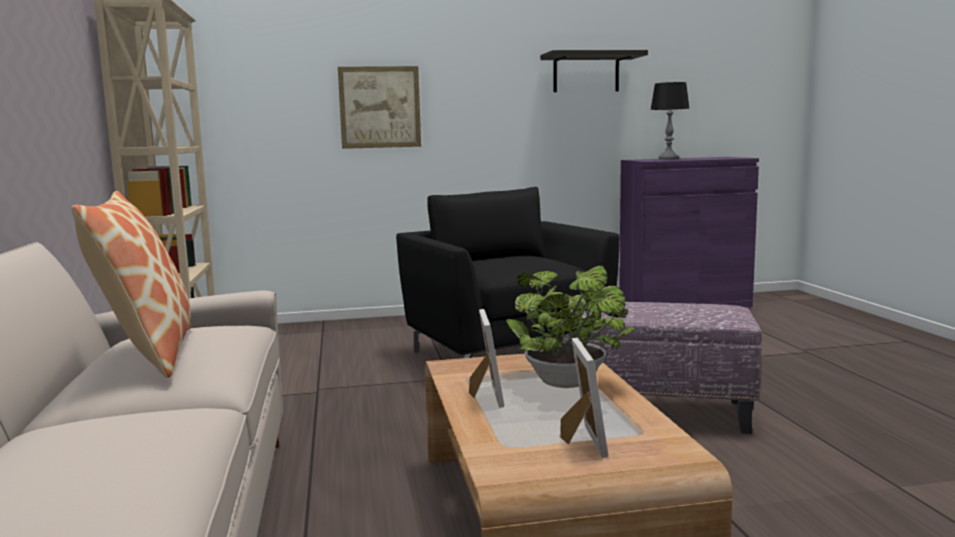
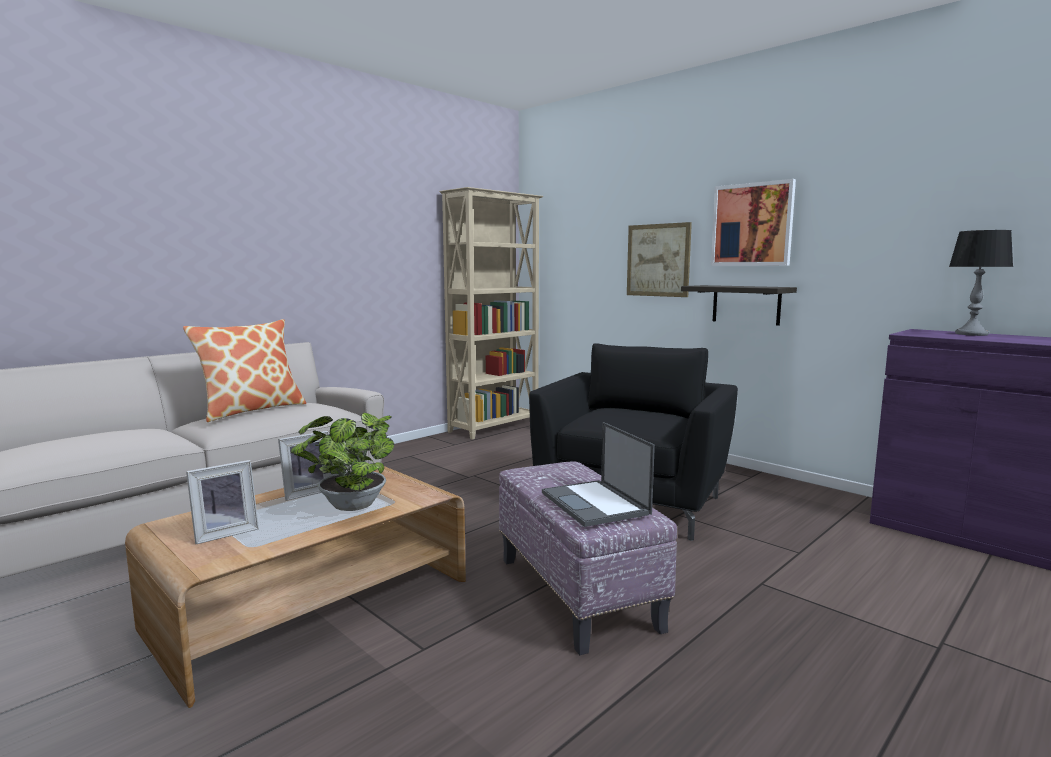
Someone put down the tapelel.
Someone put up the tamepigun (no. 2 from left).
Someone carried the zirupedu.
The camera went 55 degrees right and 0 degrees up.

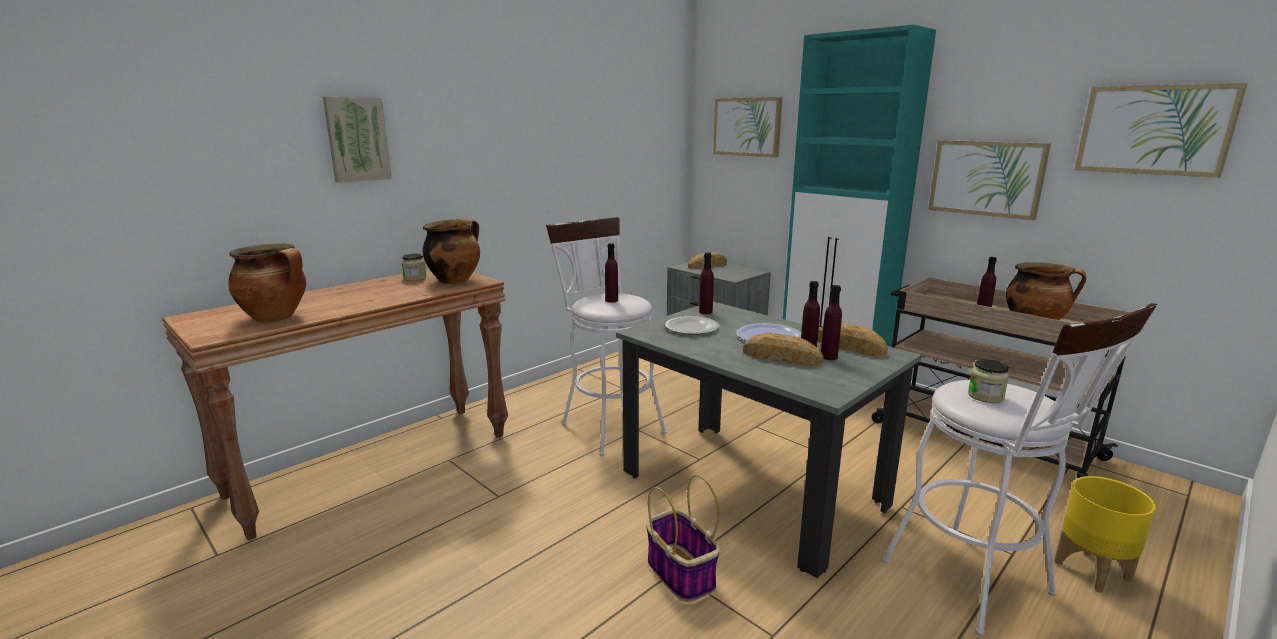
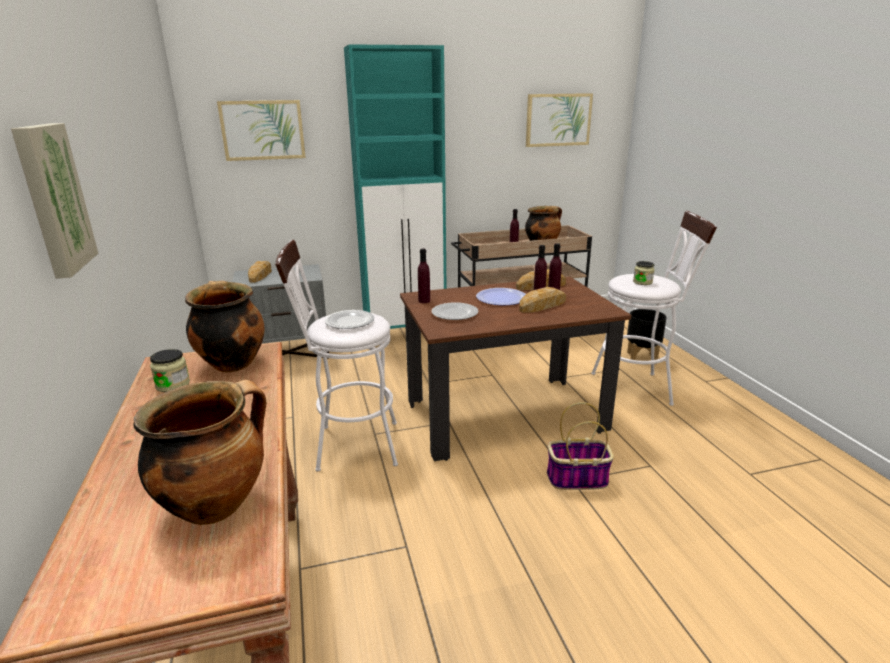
Someone took away the tamepigun (no. 3 from left).
Someone swapped the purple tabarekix (no. 1 from left) for the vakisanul (no. 1 from left).
Someone repainted the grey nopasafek, which became the brown nopasafek.
Someone repainted the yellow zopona, which became the black zopona.
The camera went 60 degrees left and 5 degrees up.

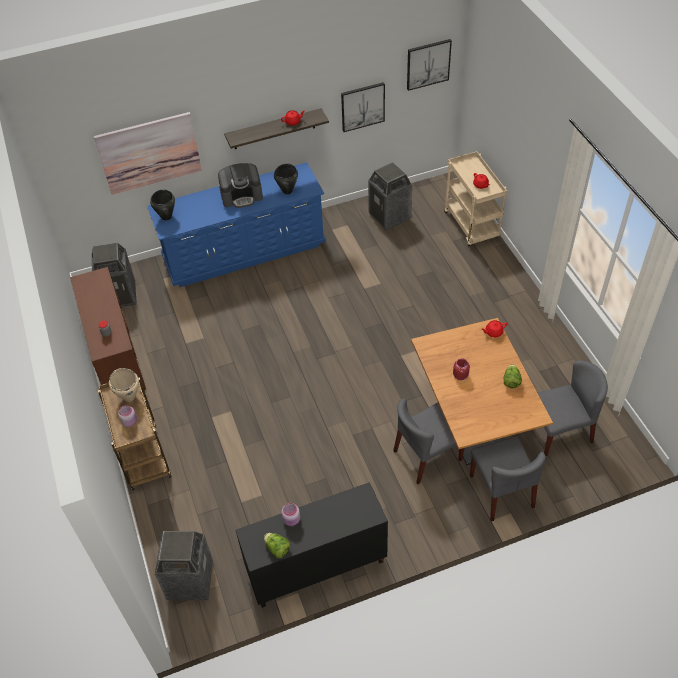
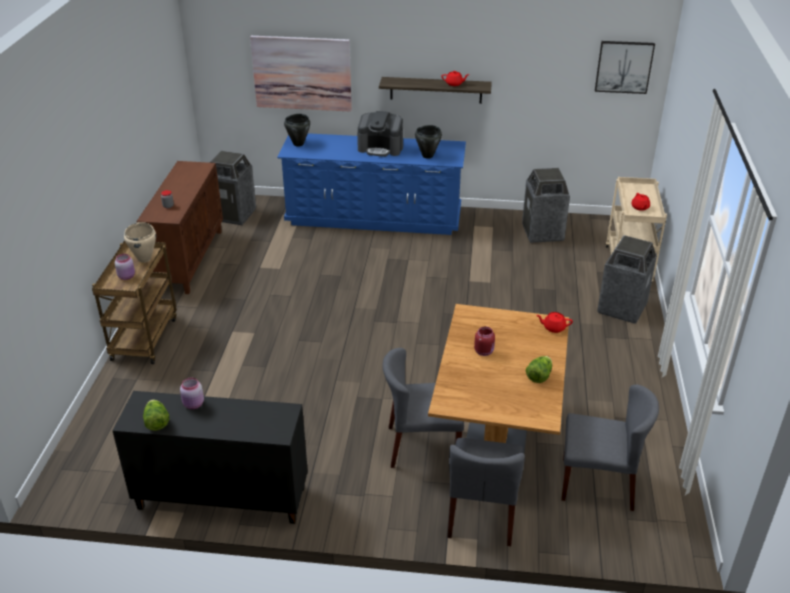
Someone took away the tamepigun (no. 2 from left).
Someone carried the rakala (no. 2 from left in the first image).
The camera went 25 degrees right and 15 degrees down.

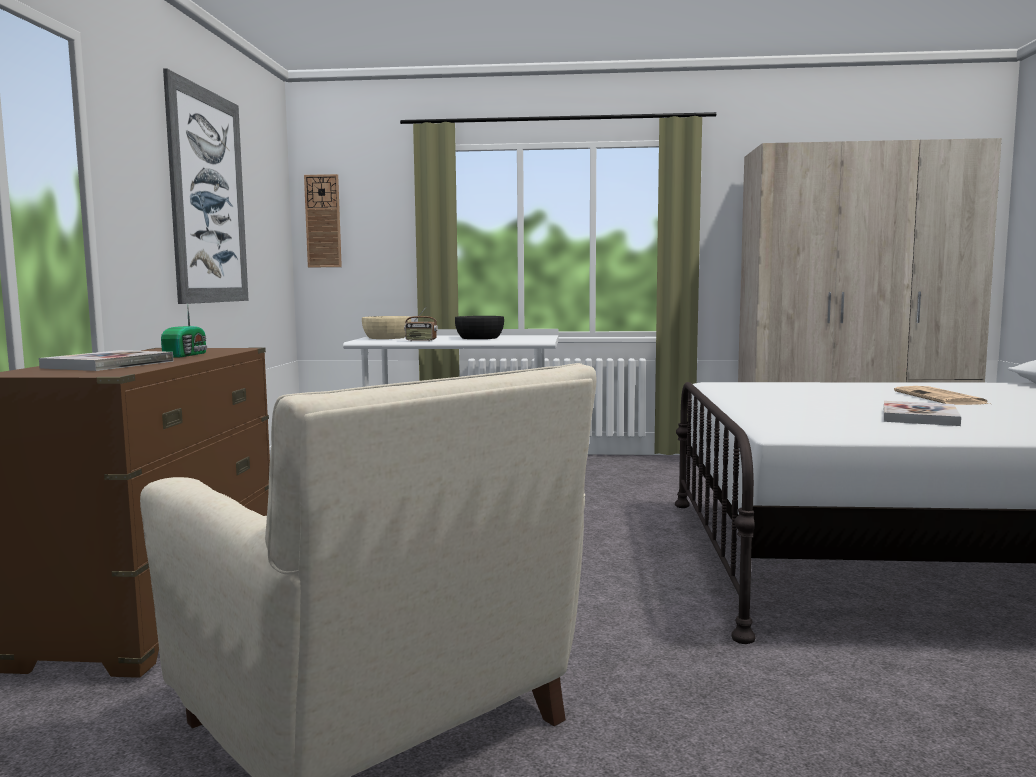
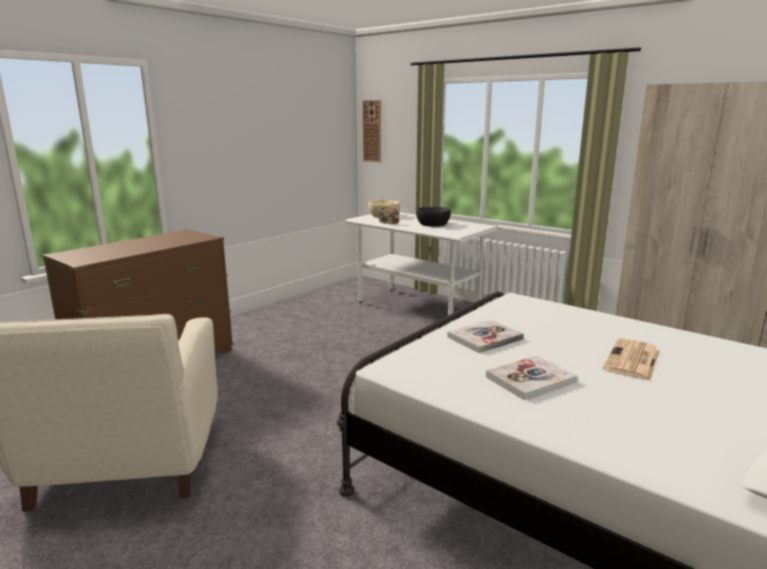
Someone took away the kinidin (no. 1 from left).
Someone took away the tamepigun.
Someone carried the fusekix (no. 1 from left).
The camera went 35 degrees right and 10 degrees up.

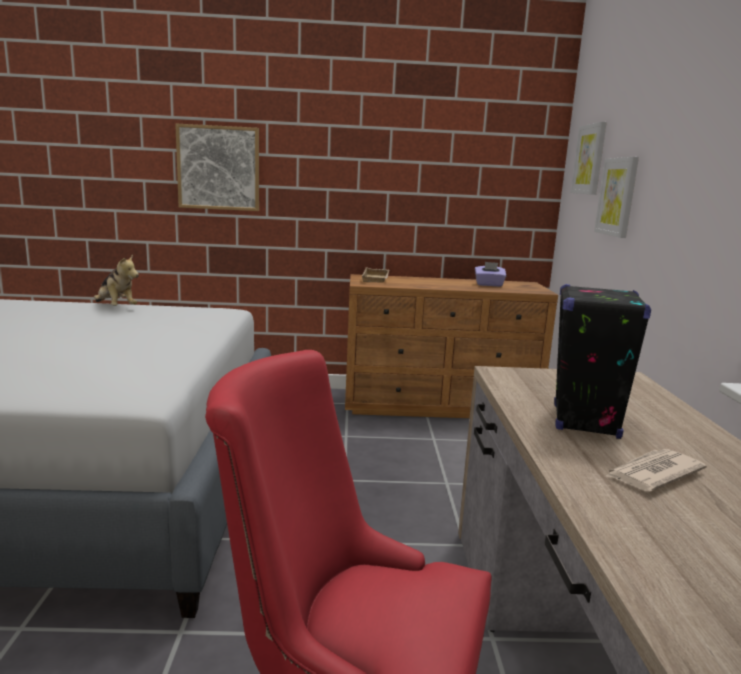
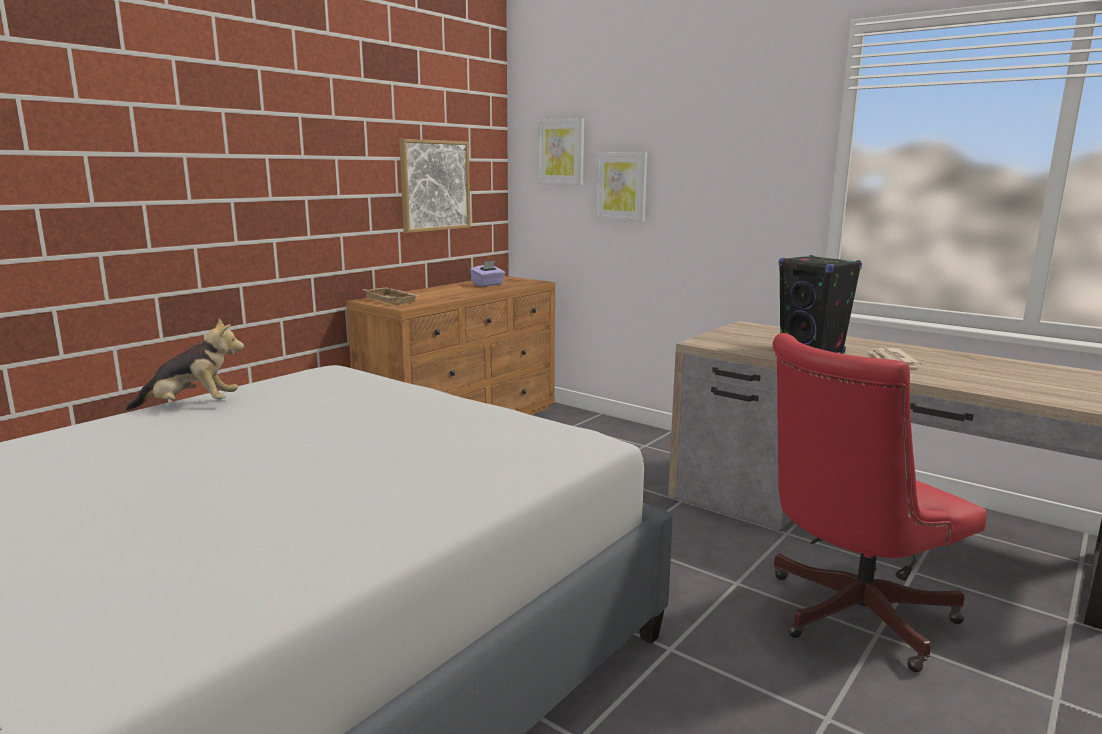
Someone carried the tamepigun (no. 1 from left).
The camera went 50 degrees left and 0 degrees up.

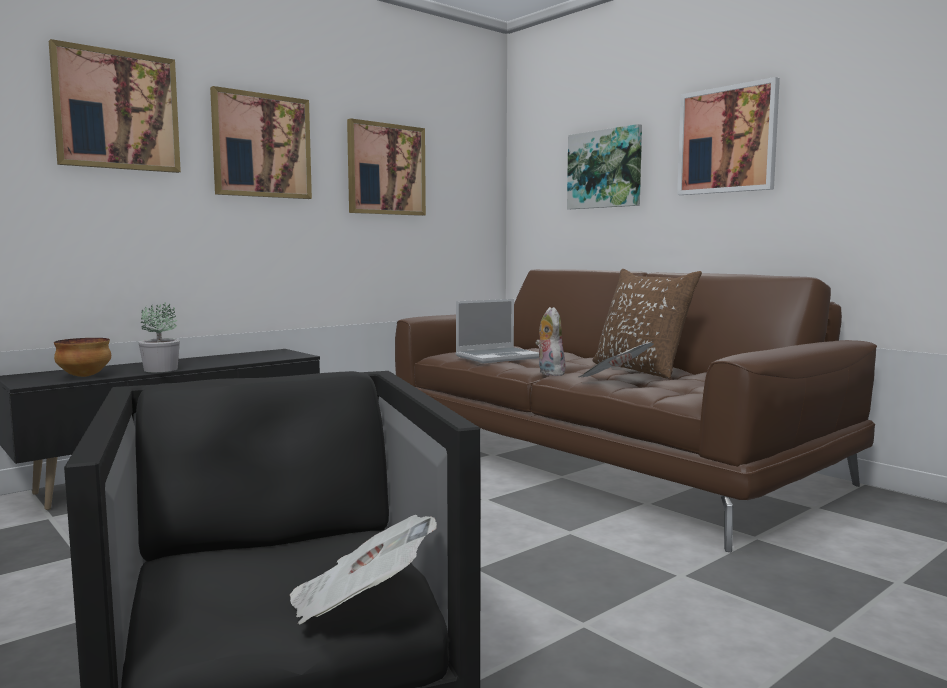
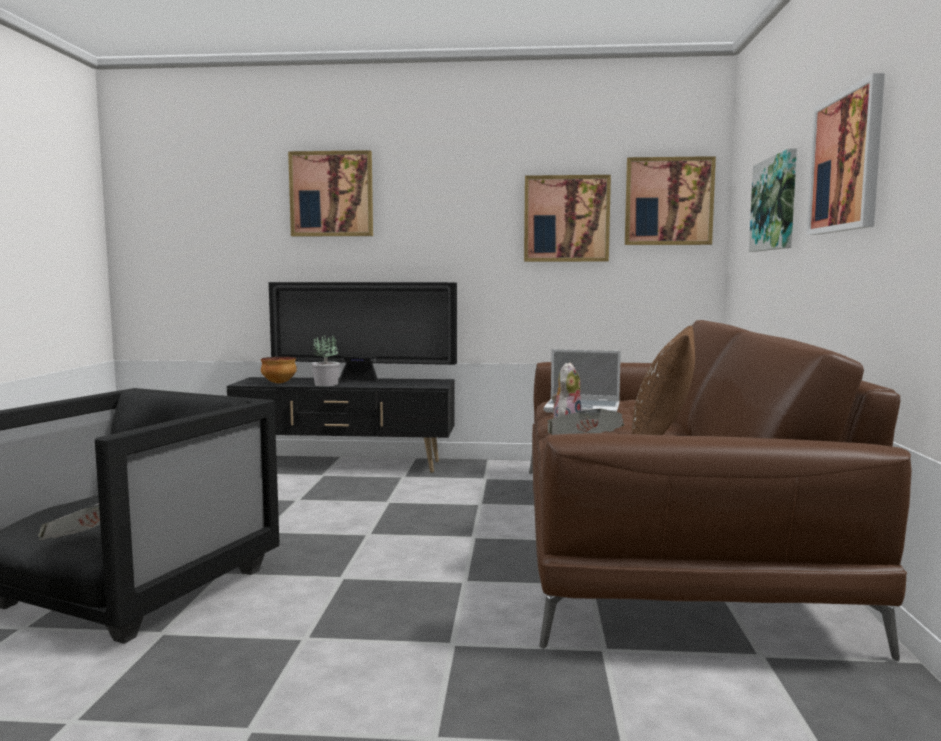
Someone put down the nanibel.
Someone carried the tamepigun (no. 2 from left in the first image).
The camera went 45 degrees right and 0 degrees up.

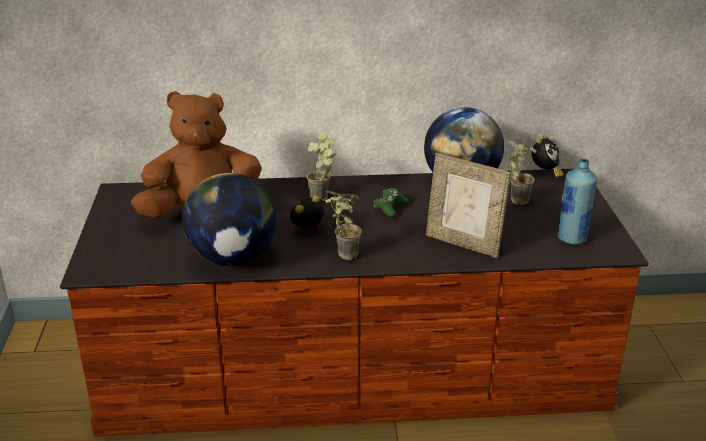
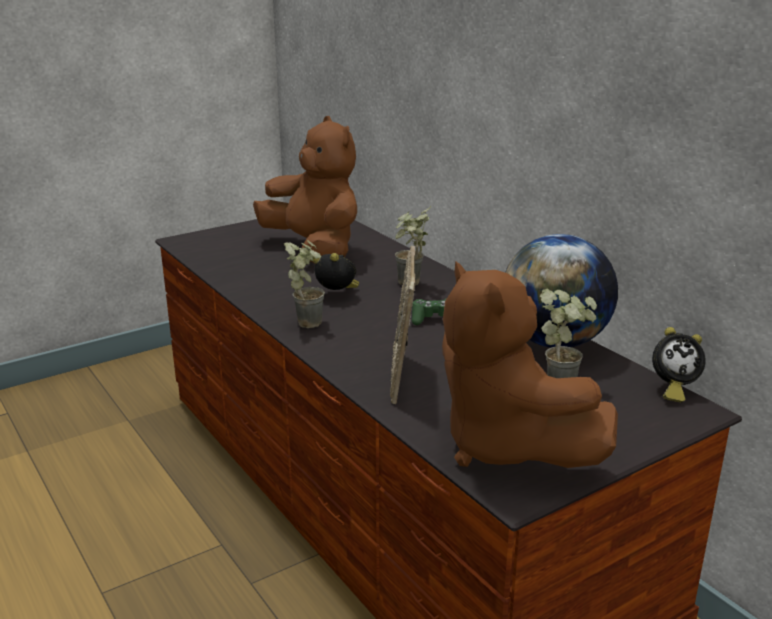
Someone took away the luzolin (no. 1 from left).
Someone swapped the blue tabarekix for the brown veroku (no. 2 from left).
The camera went 60 degrees right and 5 degrees down.

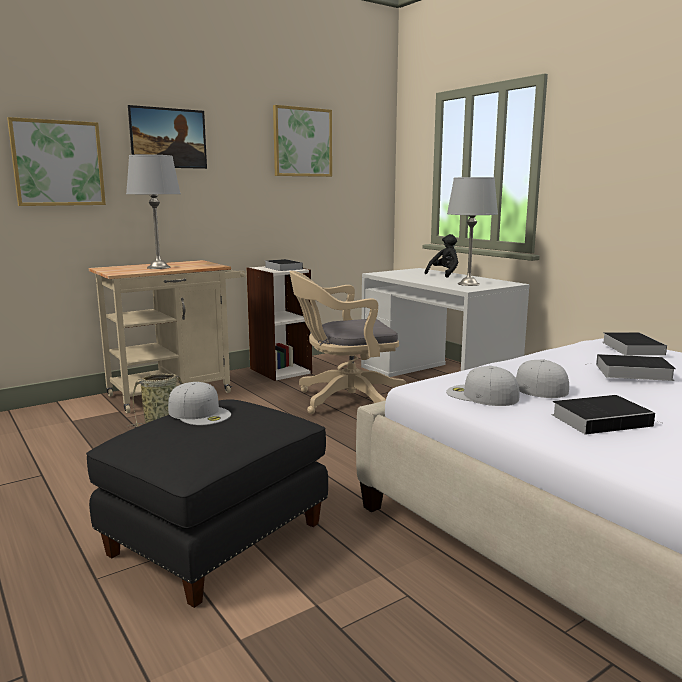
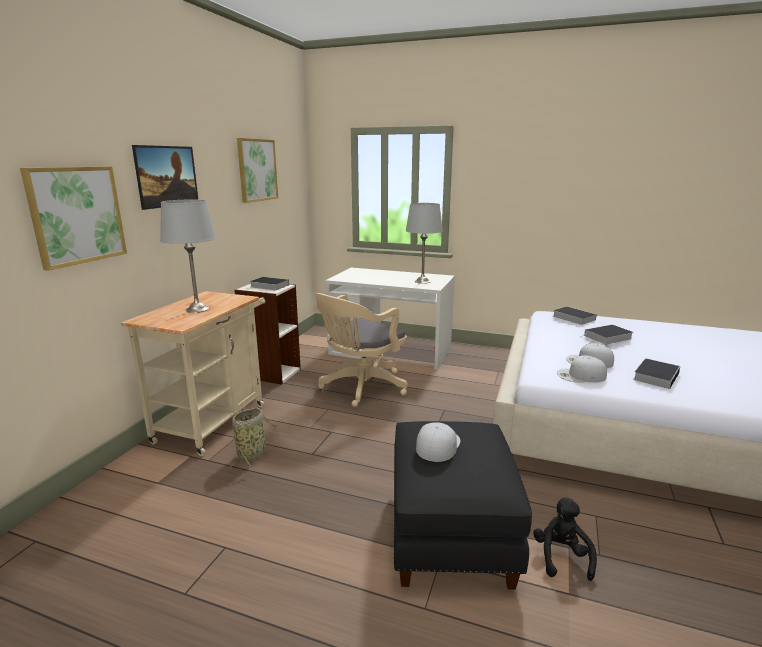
Someone carried the black veroku.
Someone rotated the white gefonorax (no. 1 from left) by 75 degrees counterclockwise.
The camera went 35 degrees left and 5 degrees up.

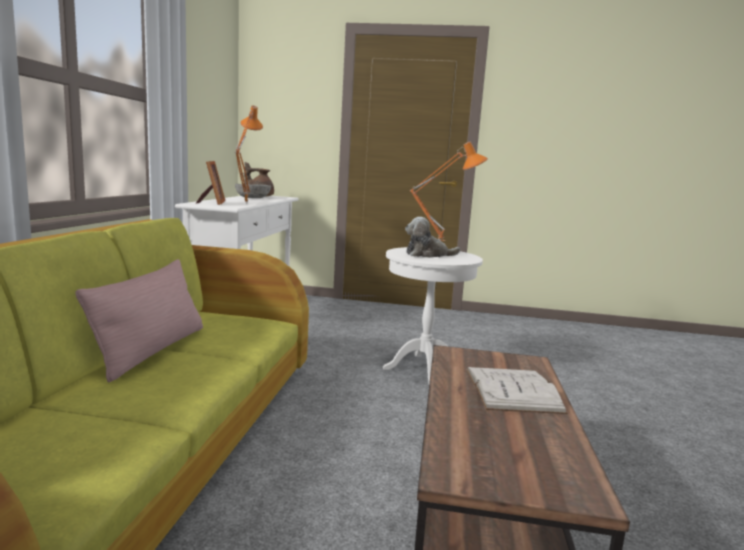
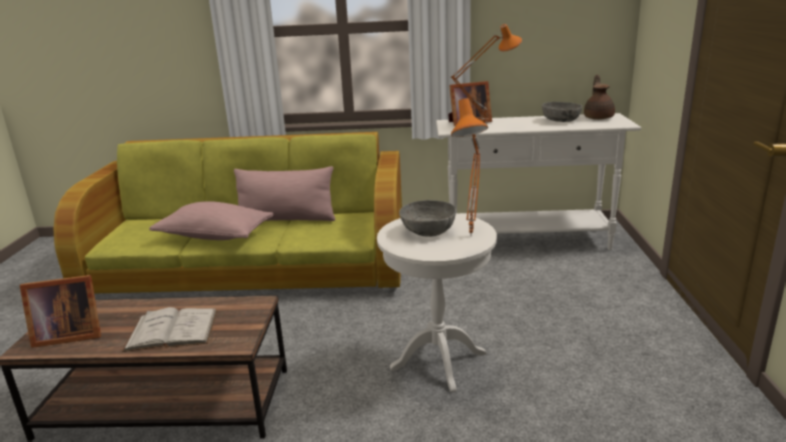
Someone put down the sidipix (no. 1 from left).
Someone put down the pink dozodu (no. 1 from left).
Someone swapped the veroku for the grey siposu (no. 1 from left).
The camera went 85 degrees right and 10 degrees up.

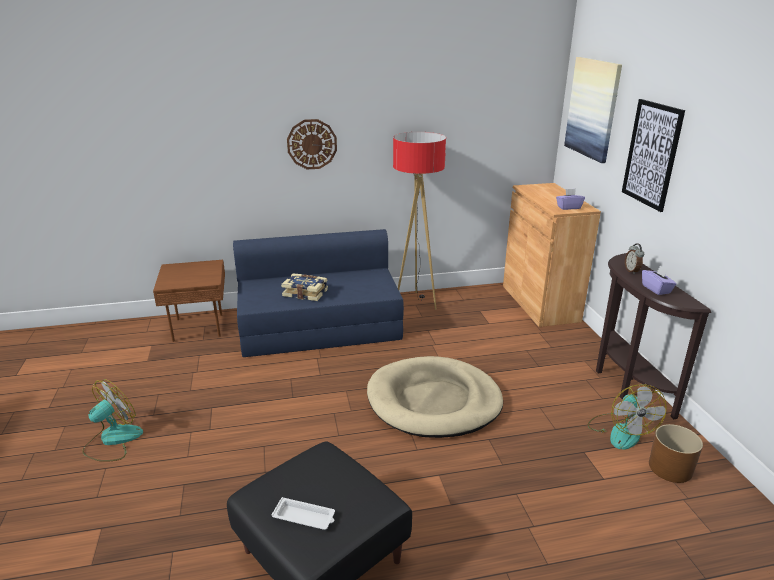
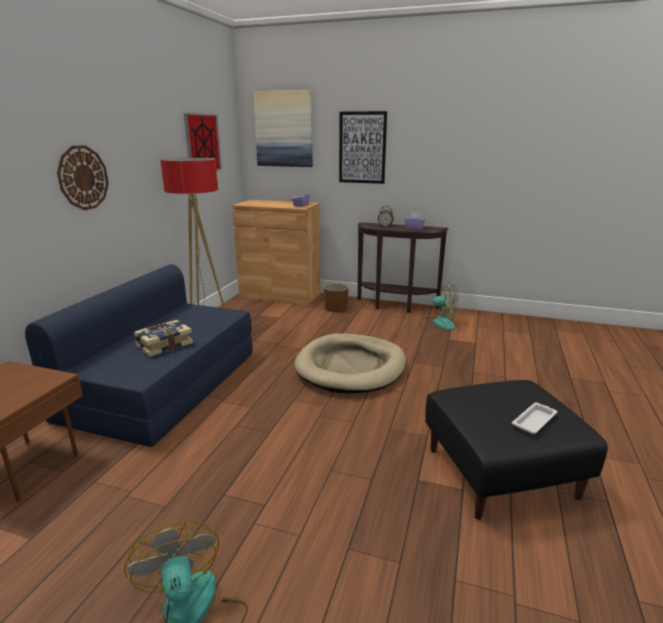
Someone put up the tamepigun (no. 1 from left).
Someone carried the brown zopona.
The camera went 60 degrees left and 5 degrees down.

